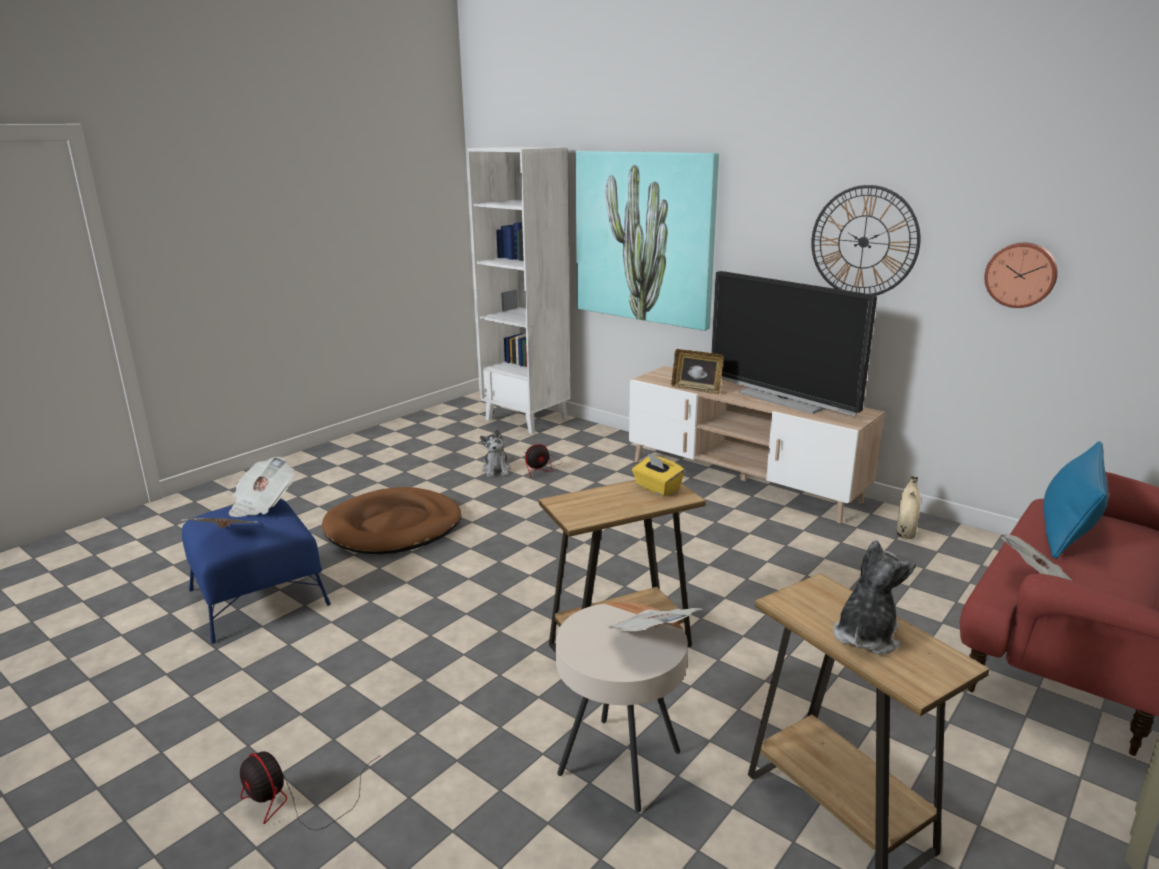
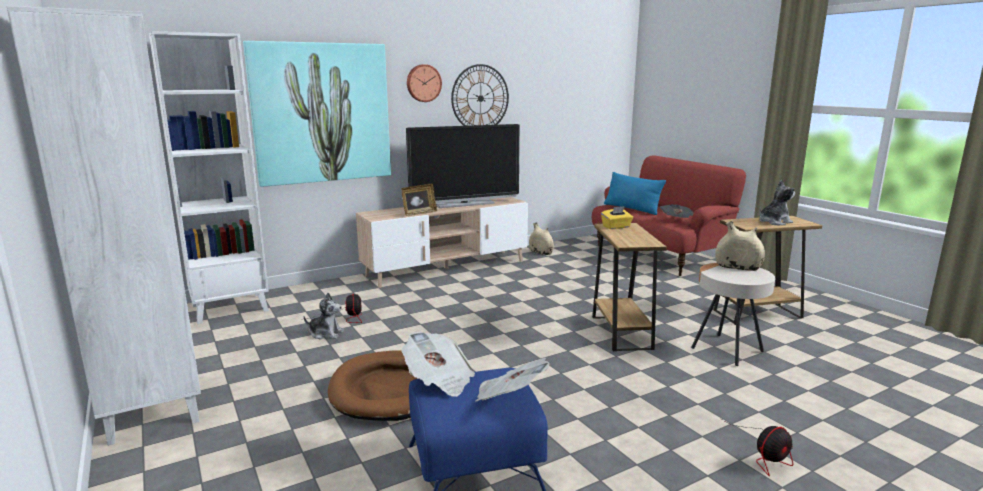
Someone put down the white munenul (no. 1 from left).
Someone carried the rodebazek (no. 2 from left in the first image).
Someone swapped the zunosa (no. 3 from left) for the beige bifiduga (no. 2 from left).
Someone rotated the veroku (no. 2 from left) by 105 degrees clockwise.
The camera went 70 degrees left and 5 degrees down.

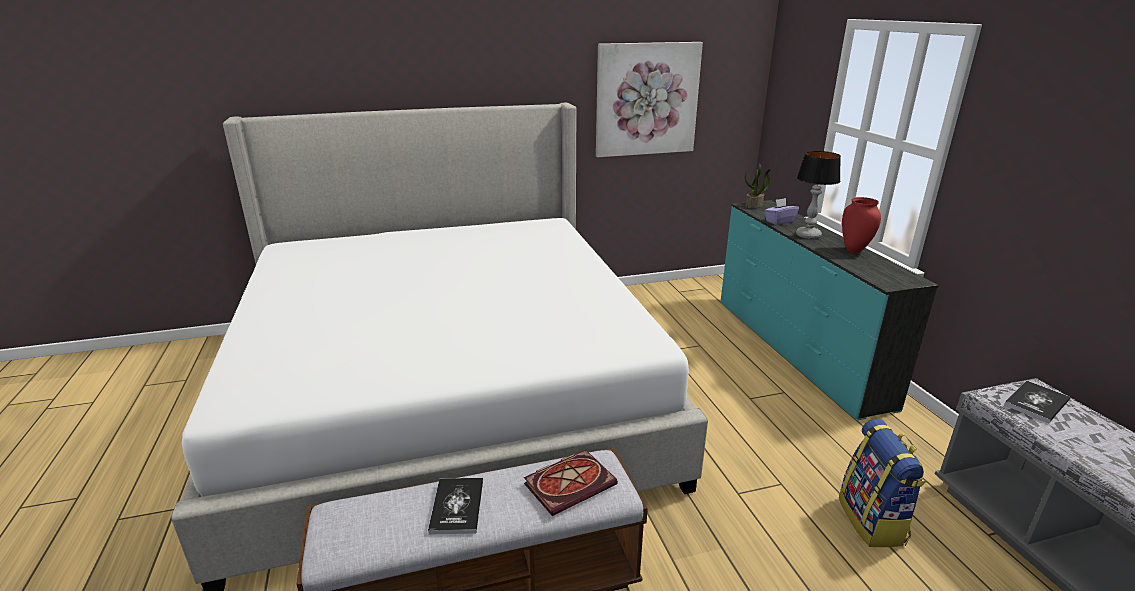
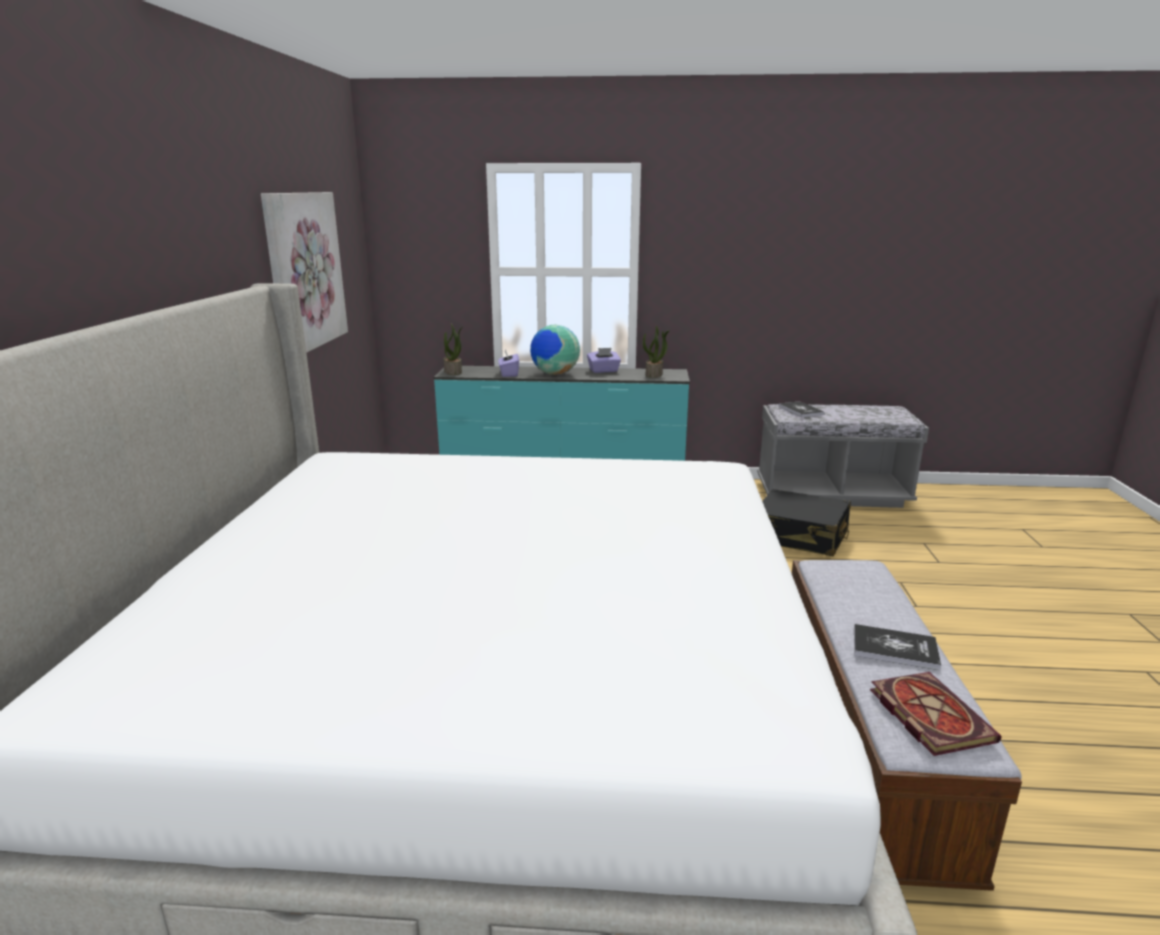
Someone put down the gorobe (no. 2 from left).
Someone carried the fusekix (no. 2 from left in the first image).
Someone swapped the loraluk for the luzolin.
Someone swapped the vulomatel for the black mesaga.
Someone swapped the red bifiduga for the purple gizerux (no. 2 from left).
The camera went 70 degrees left and 5 degrees down.

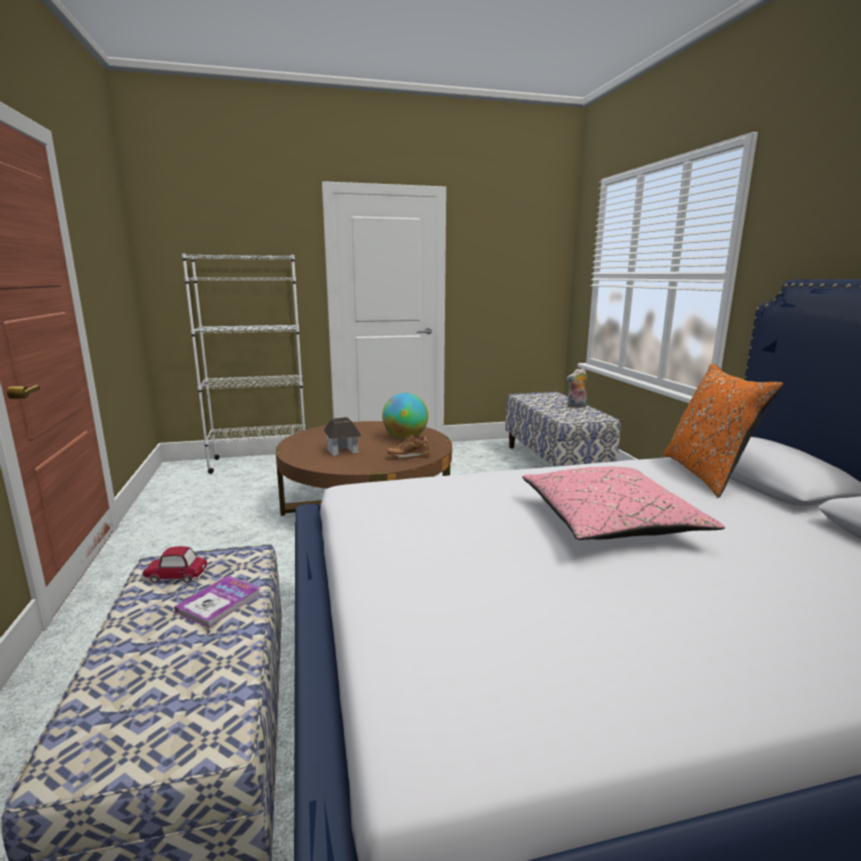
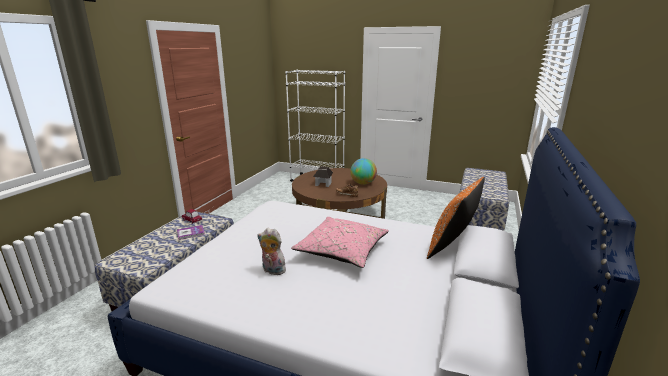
Someone carried the veroku.
The camera went 35 degrees right and 5 degrees up.

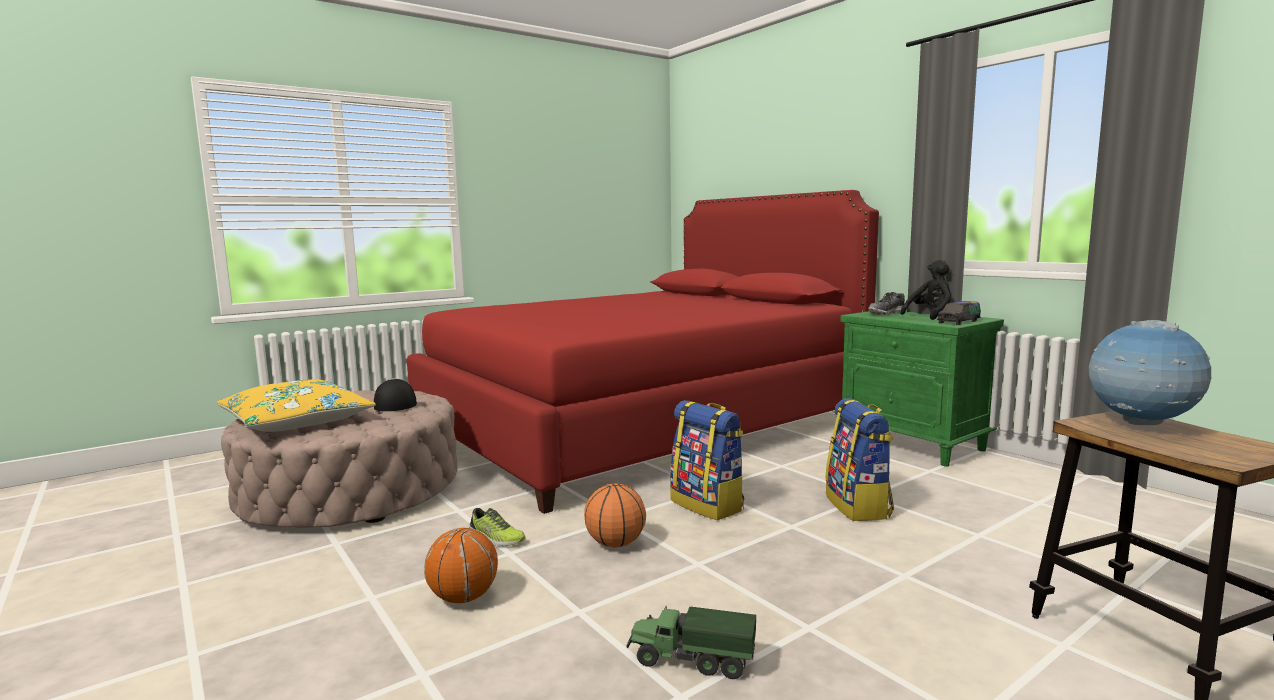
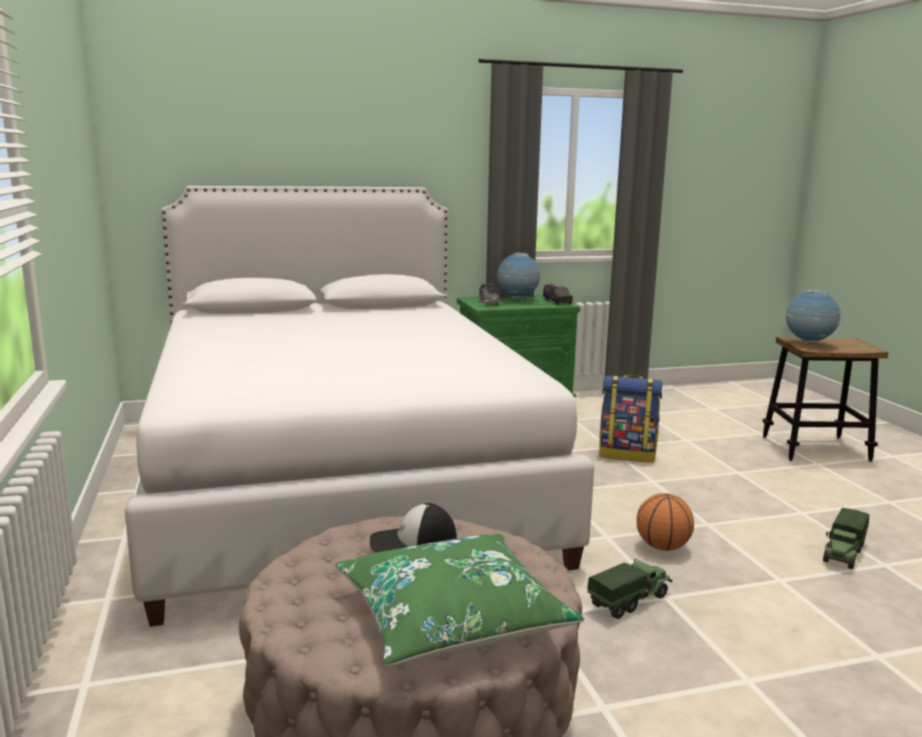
Someone took away the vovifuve (no. 1 from left).
Someone took away the vulomatel (no. 1 from left).
Someone swapped the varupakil (no. 1 from left) for the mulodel (no. 2 from left).
Someone swapped the black veroku for the luzolin (no. 1 from left).
Someone repainted the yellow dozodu, which became the green dozodu.
Someone repainted the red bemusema, which became the white bemusema.
The camera went 70 degrees left and 5 degrees up.

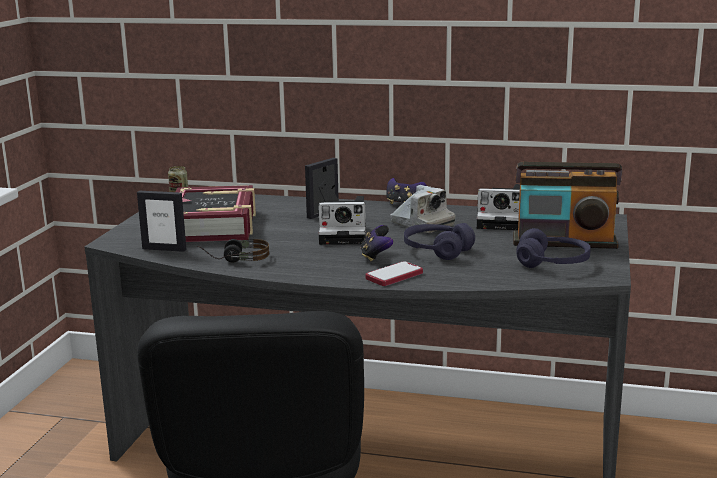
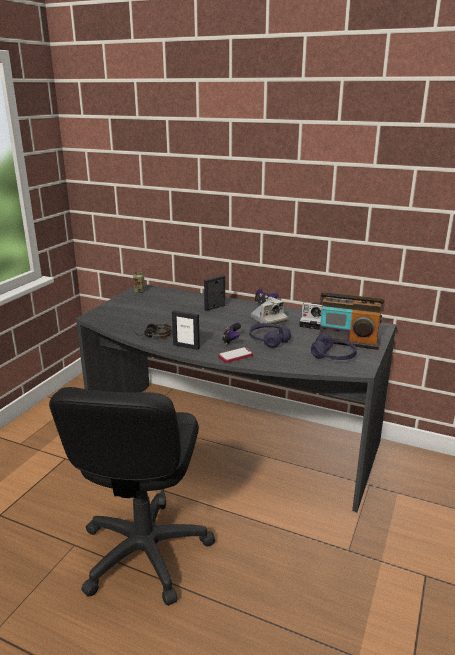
Someone took away the fusekix.
Someone took away the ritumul (no. 1 from left).
Someone carried the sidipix (no. 1 from left).
The camera went 10 degrees right and 5 degrees up.

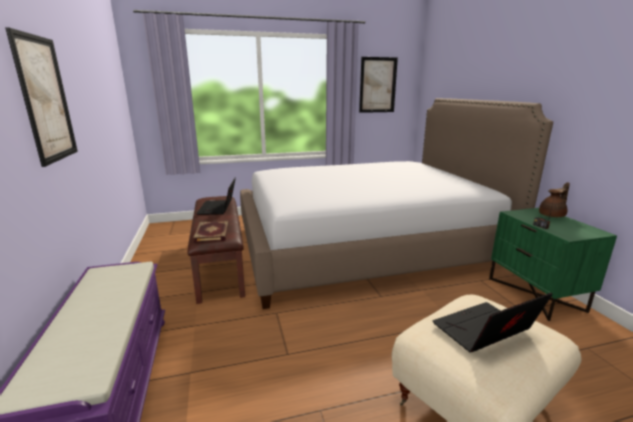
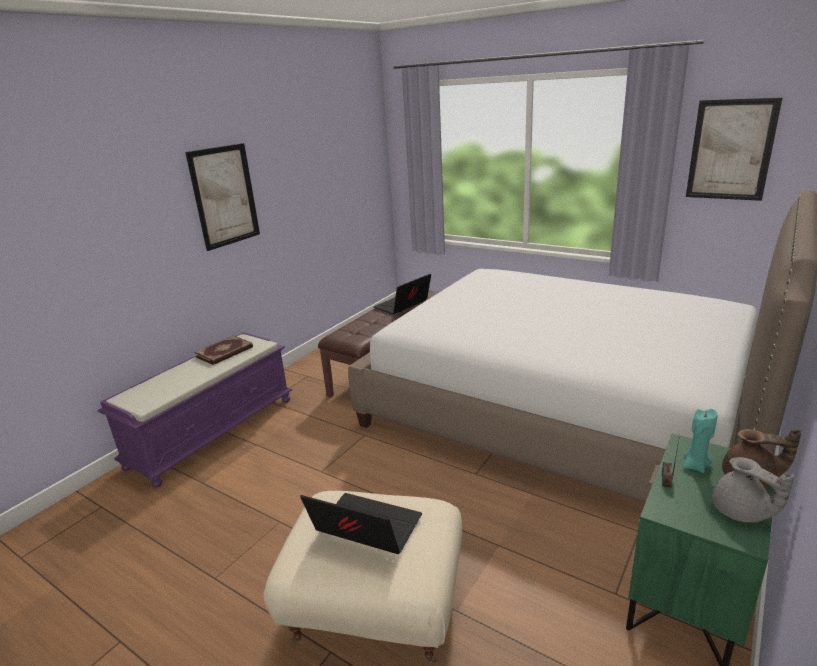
Someone put down the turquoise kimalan.
Someone put down the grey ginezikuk.
Someone carried the fusekix.
The camera went 50 degrees right and 5 degrees up.

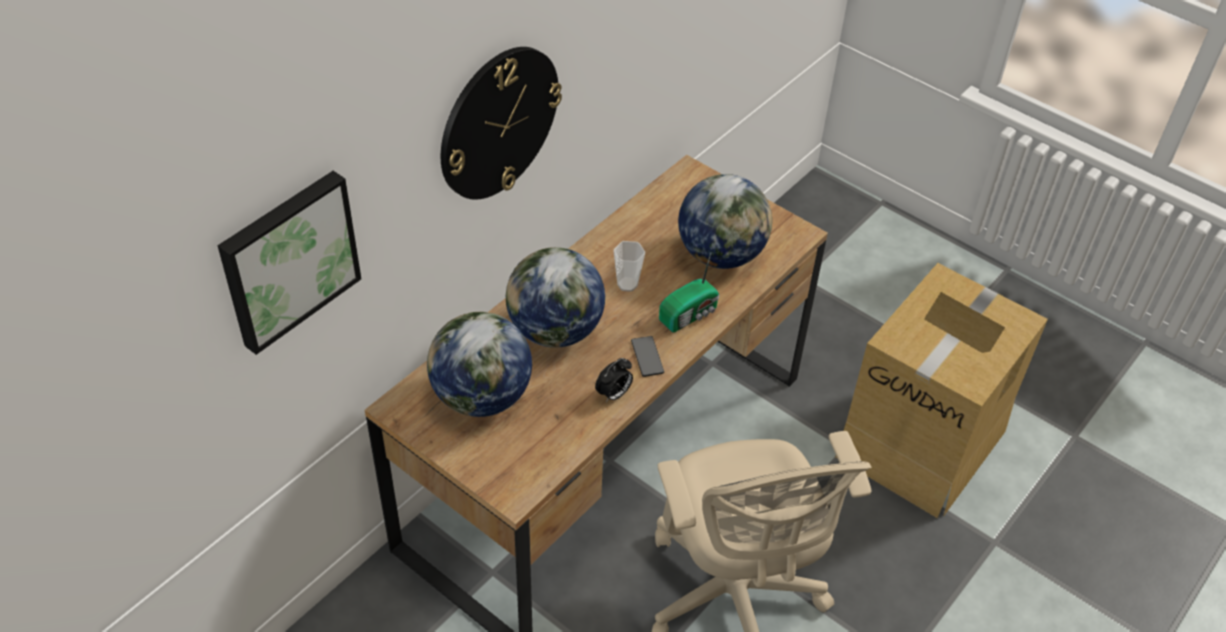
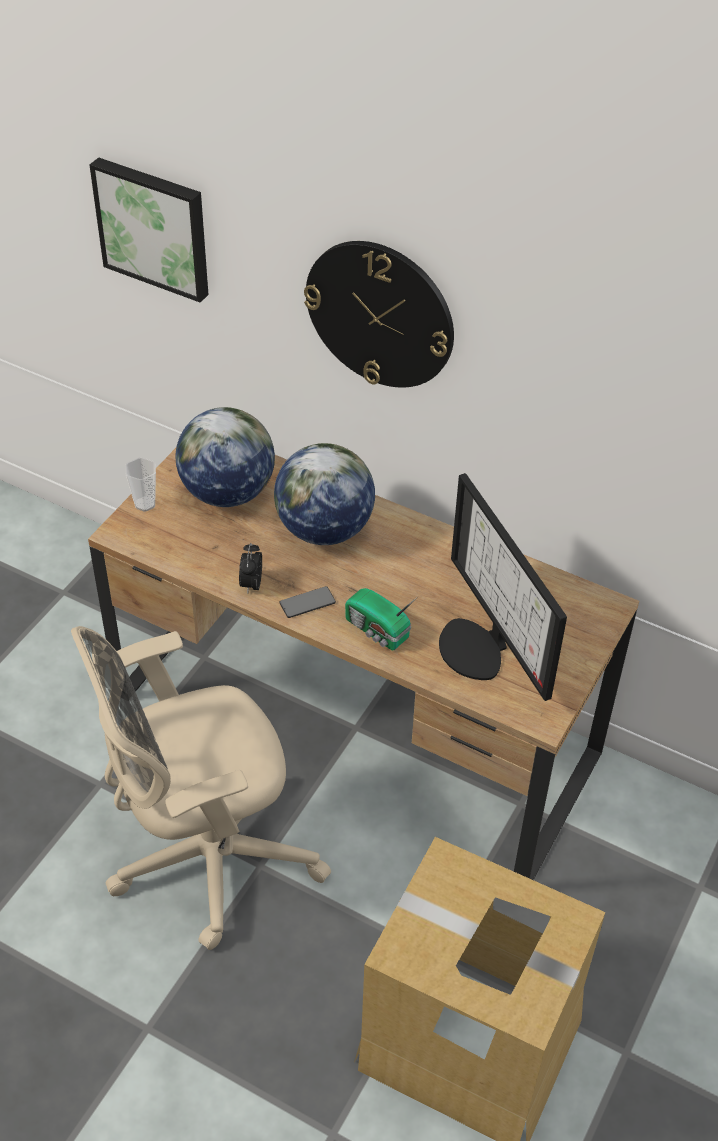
Someone carried the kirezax.
Someone swapped the luzolin (no. 3 from left) for the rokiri.
Someone rotated the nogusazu by 60 degrees clockwise.
The camera went 80 degrees right and 0 degrees up.

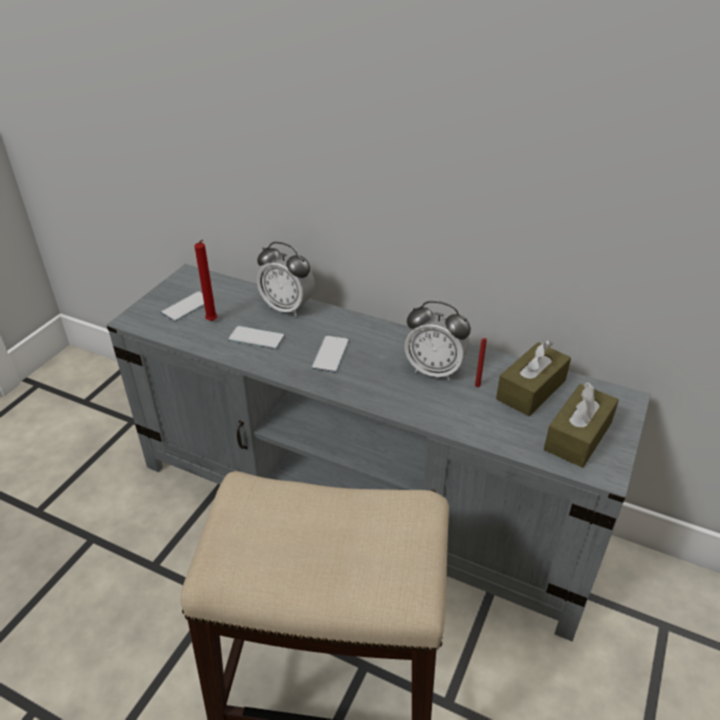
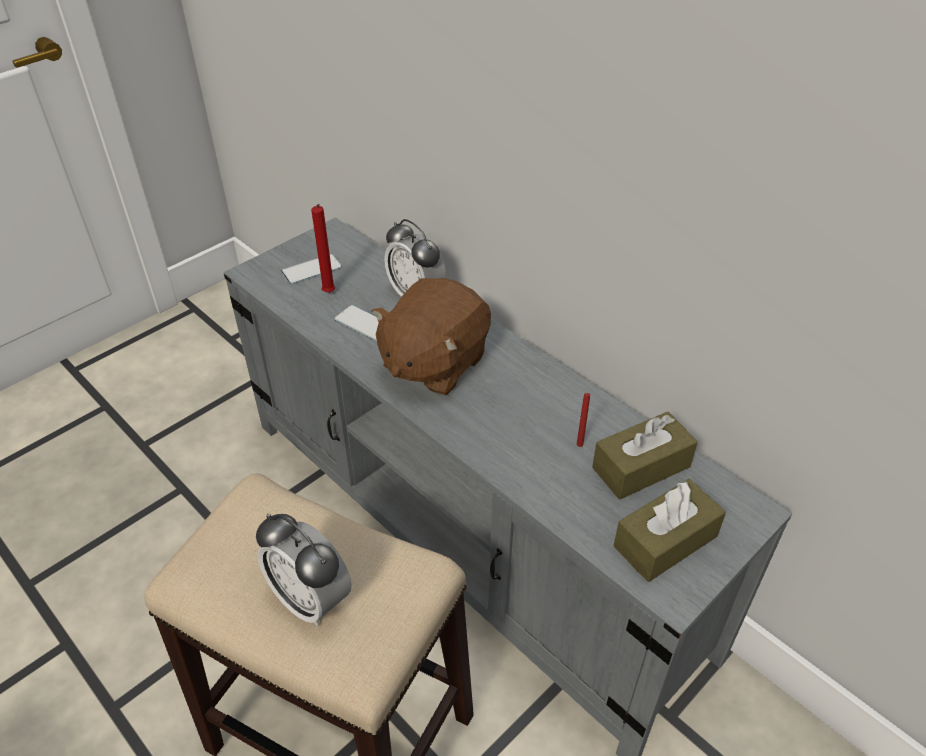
Someone carried the nogusazu (no. 2 from left in the first image).
Someone swapped the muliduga (no. 3 from left) for the brown veroku.
The camera went 20 degrees right and 5 degrees up.

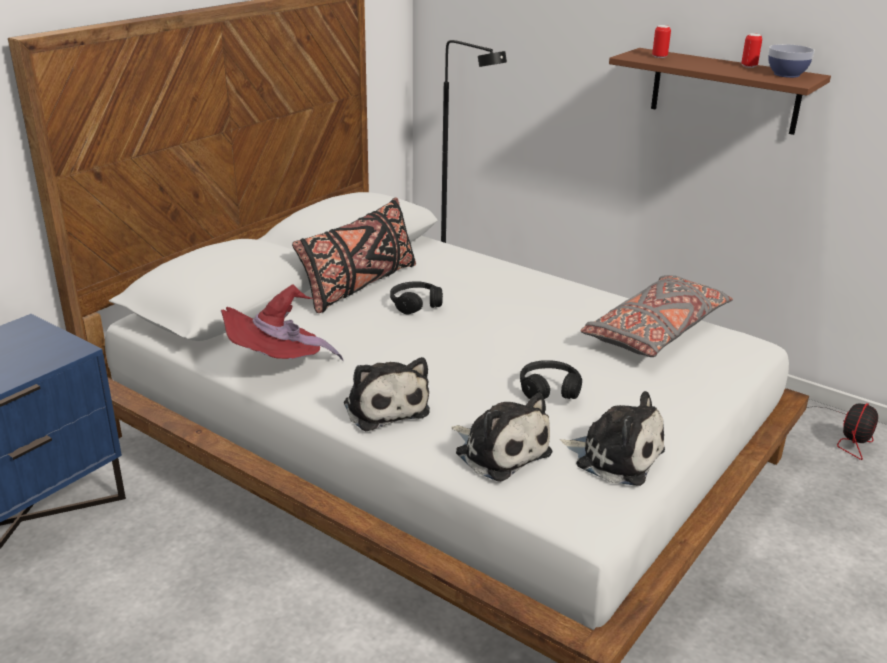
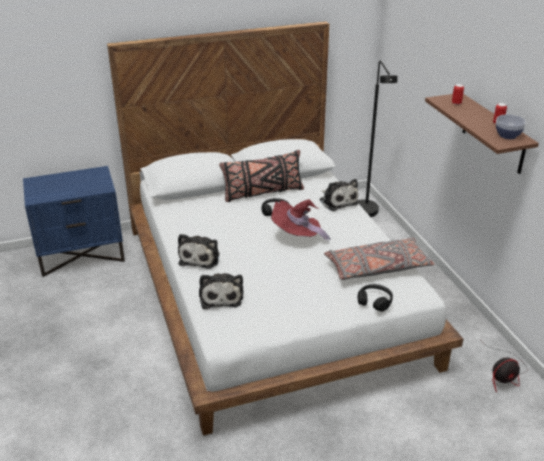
Someone carried the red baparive.
Someone carried the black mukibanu (no. 2 from left).
Someone carried the veroku (no. 3 from left).
The camera went 35 degrees right and 5 degrees up.

